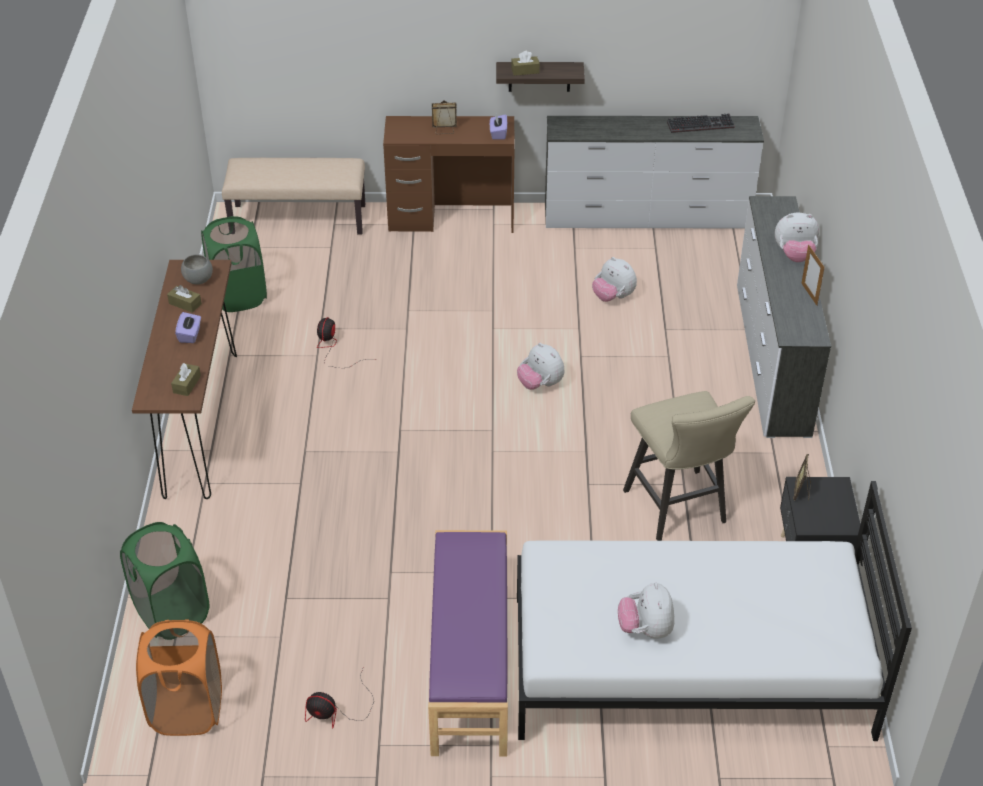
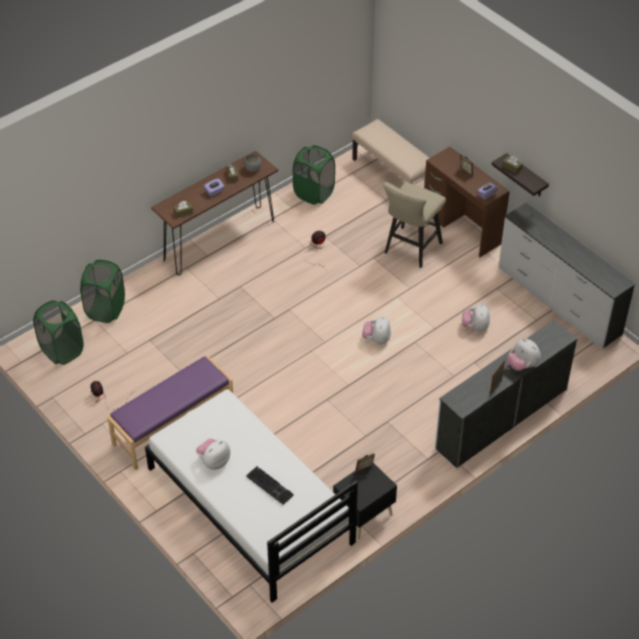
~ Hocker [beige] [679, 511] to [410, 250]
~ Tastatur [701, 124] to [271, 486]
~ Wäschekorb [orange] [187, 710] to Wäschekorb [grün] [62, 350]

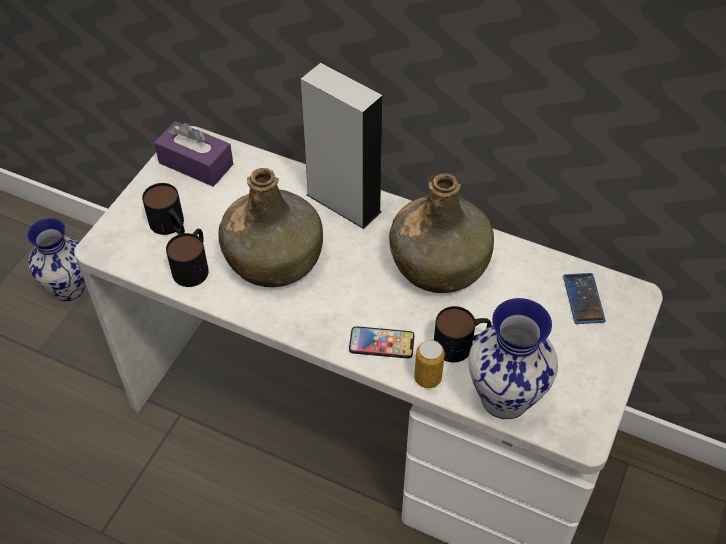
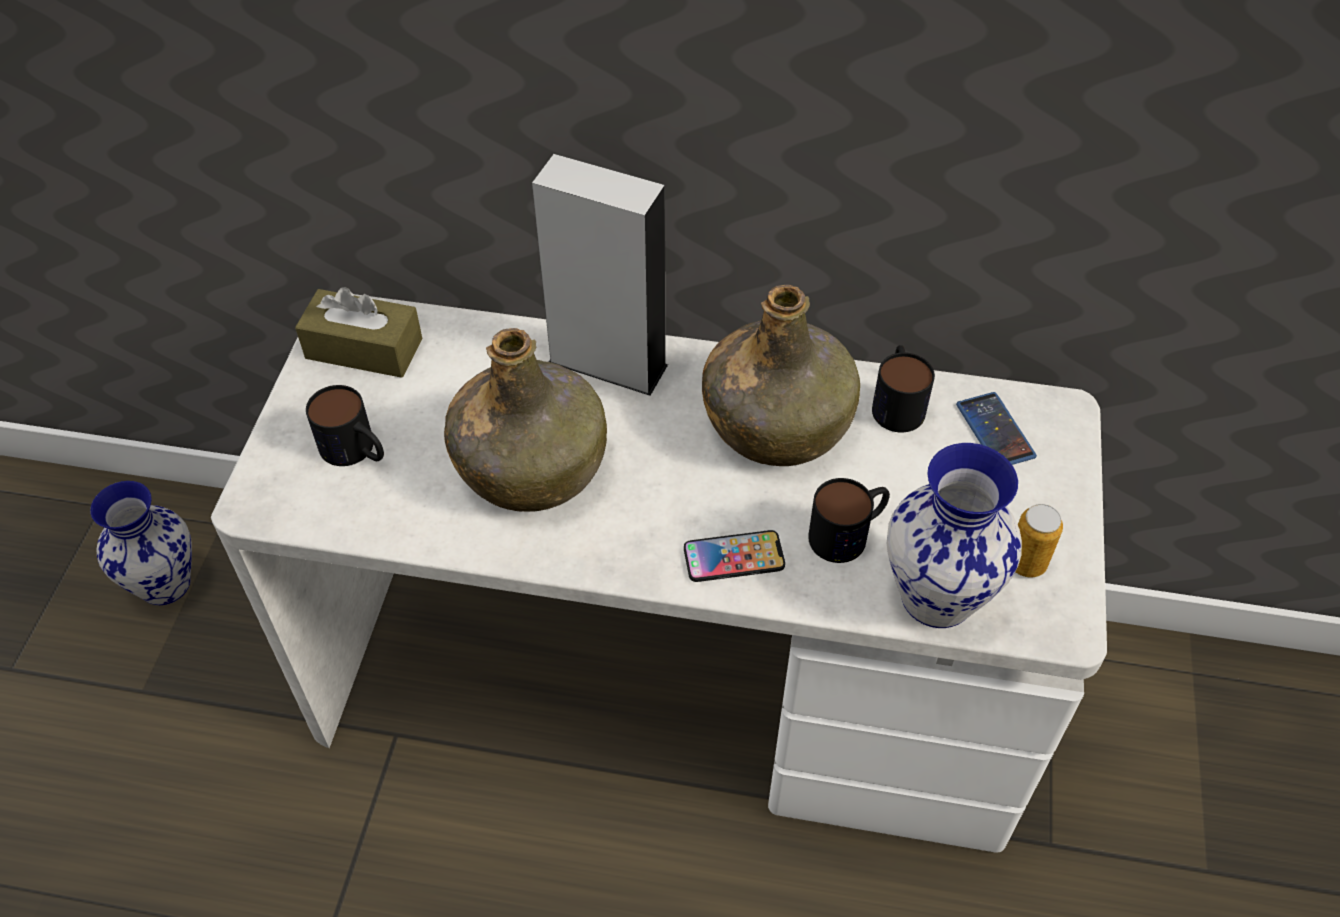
~ Henkelbecher [194, 265] to [897, 401]
~ Dose [427, 378] to [1026, 563]
~ Taschentuchbox [lila] [196, 164] to Taschentuchbox [braun] [364, 348]

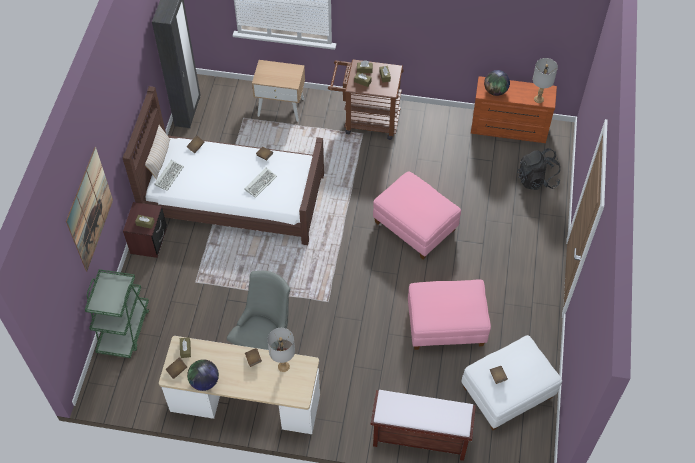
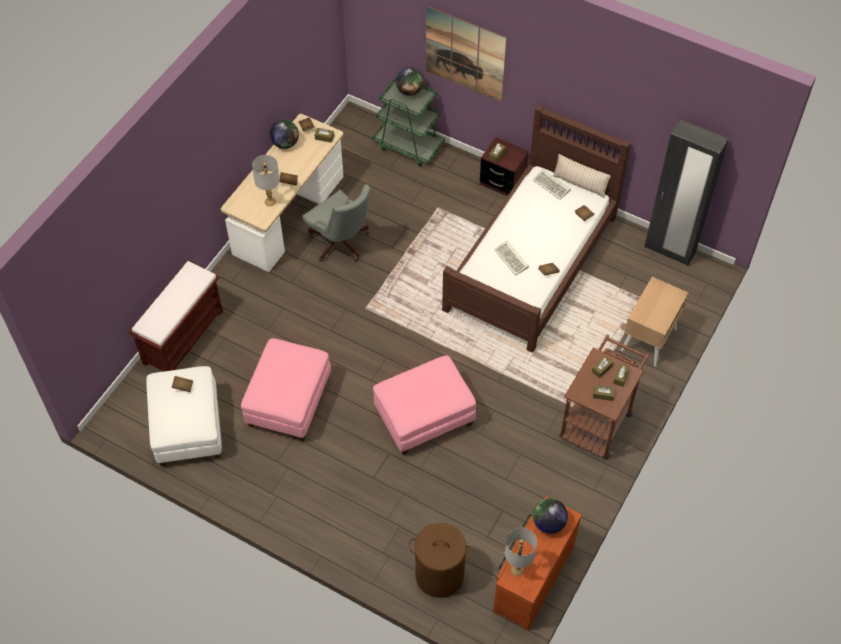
+ Globus [409, 91]
~ Rucksack [schwarz] [537, 179] to Wäschekorb [braun] [439, 575]

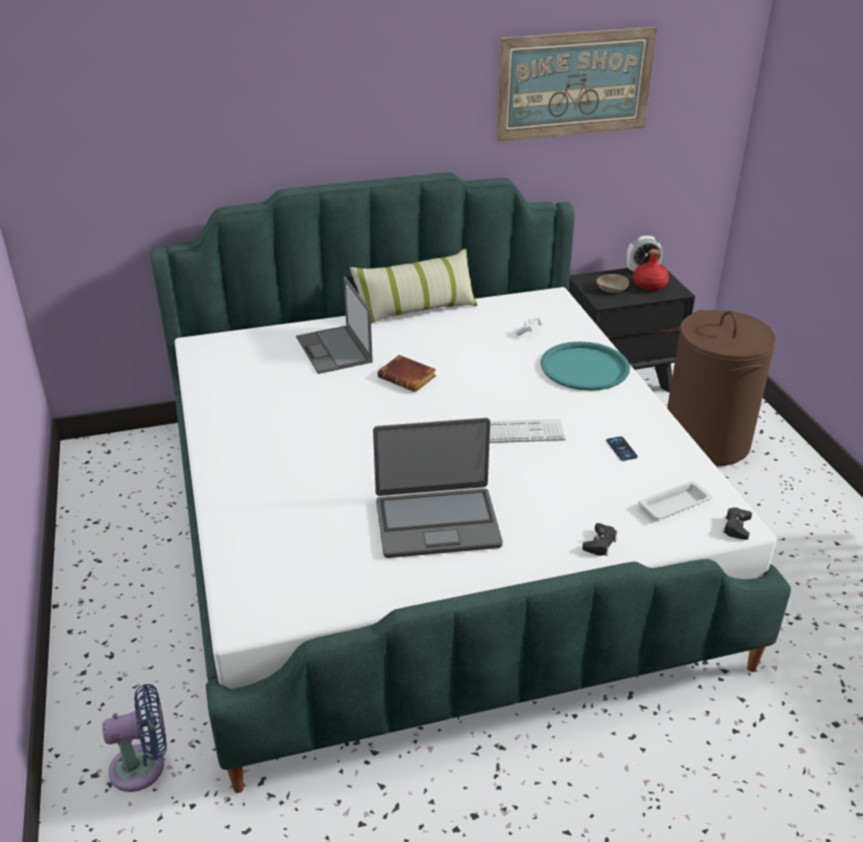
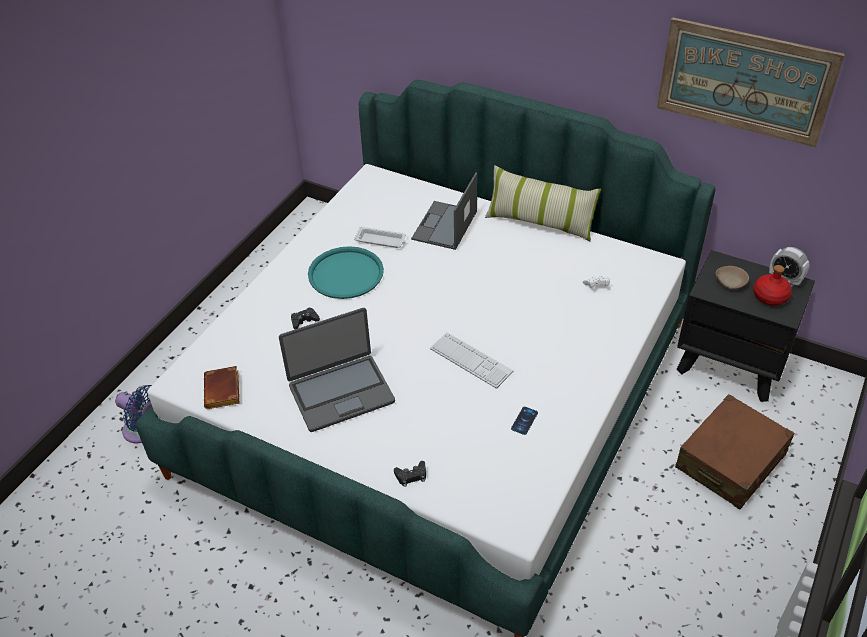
~ Buch [braun] [409, 378] to [224, 391]
~ Tablett [türkis] [584, 367] to [346, 273]
~ Tablett [weiß] [676, 504] to [381, 240]
~ Gamepad [schwarz] [736, 527] to [304, 321]
~ Wäschekorb [braun] [705, 441] to Koffer [braun] [730, 461]
~ Laptop [437, 522] = [341, 392] 60 degrees counterclockwise

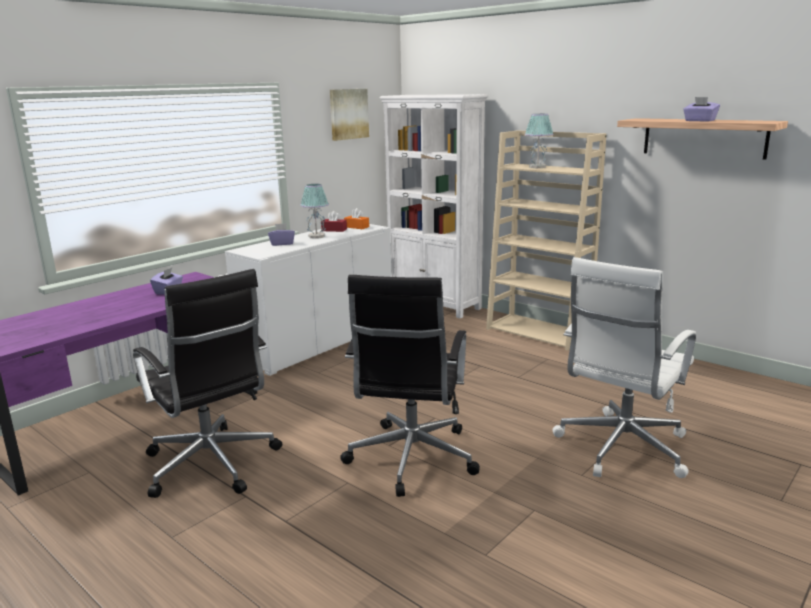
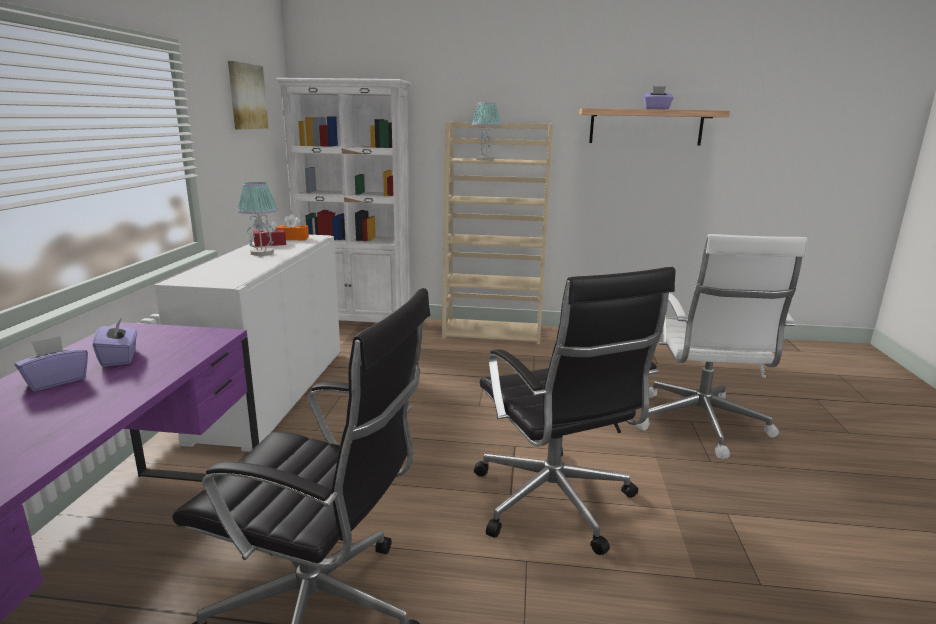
~ Taschentuchbox [lila] [282, 243] to [56, 381]

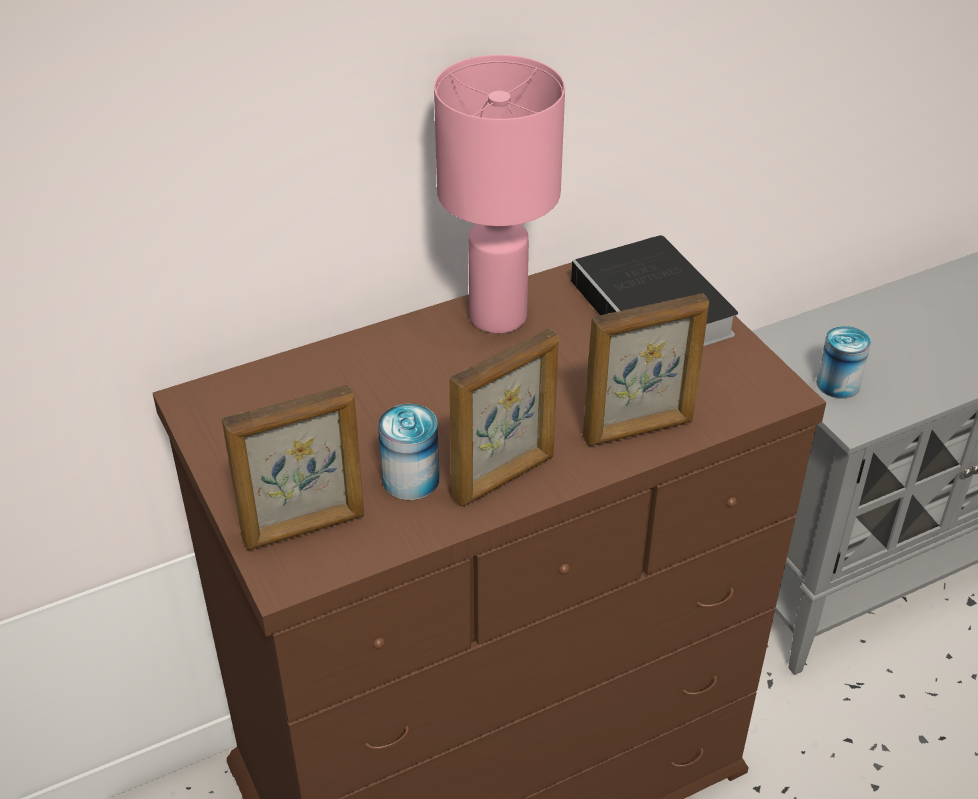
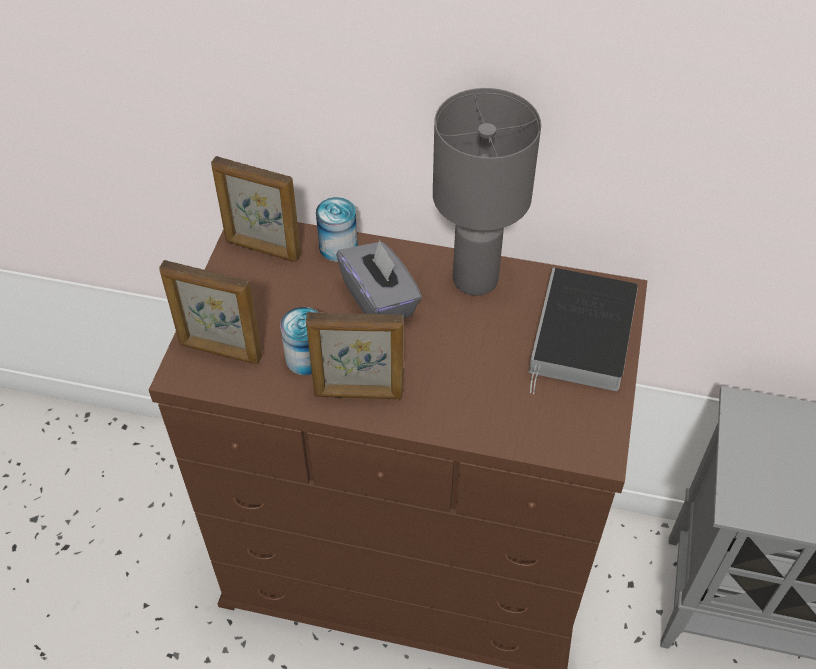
+ Taschentuchbox [grau] [380, 300]
~ Bilderrahmen [639, 430] to [262, 249]
~ Dose [838, 384] to [338, 247]
~ Tischlampe [rosa] [500, 316] to Tischlampe [grau] [476, 279]

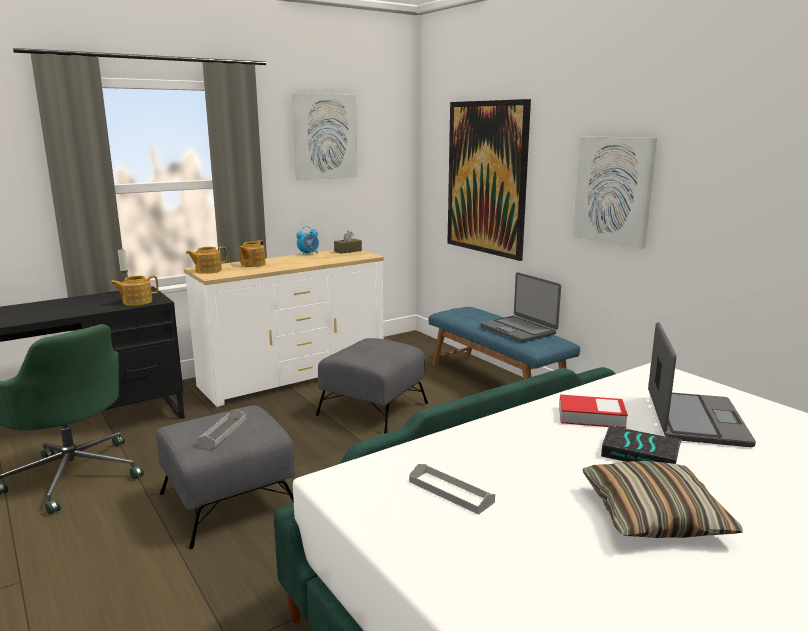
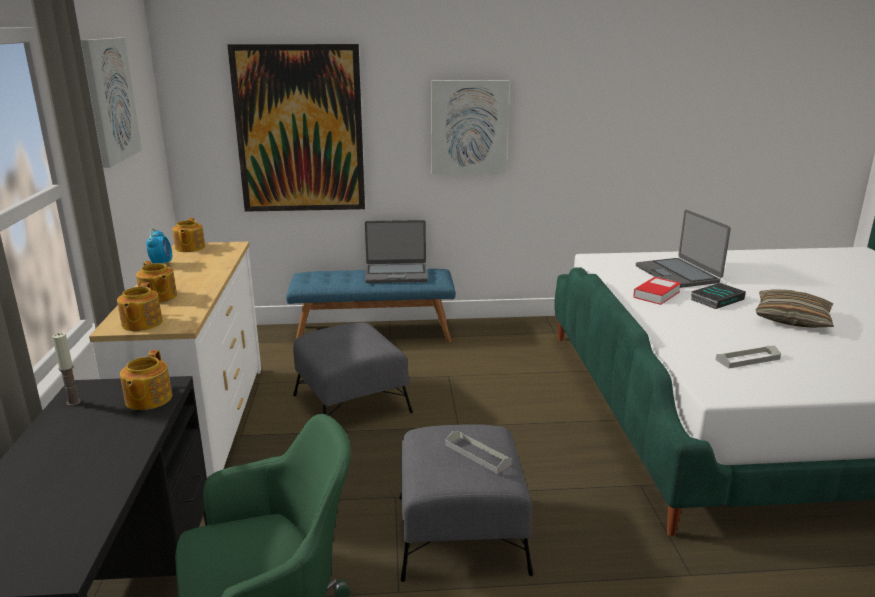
~ Taschentuchbox [braun] [348, 251] to Teekanne [189, 248]
~ Laptop [694, 420] = [678, 274] 150 degrees counterclockwise

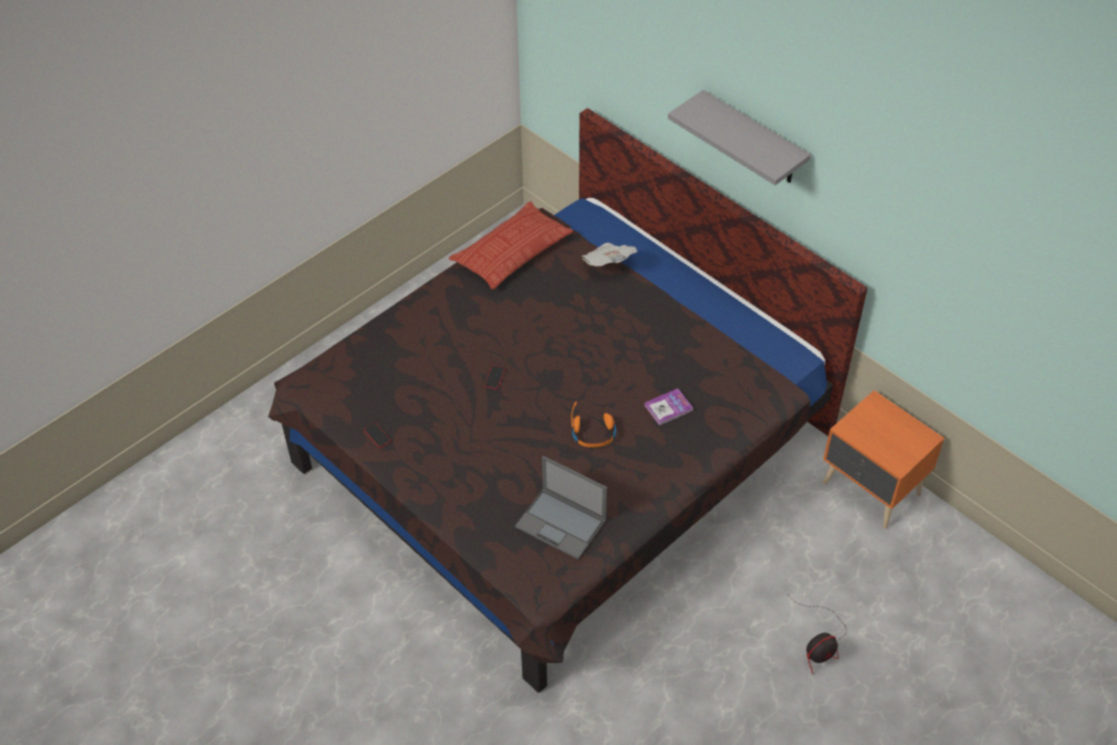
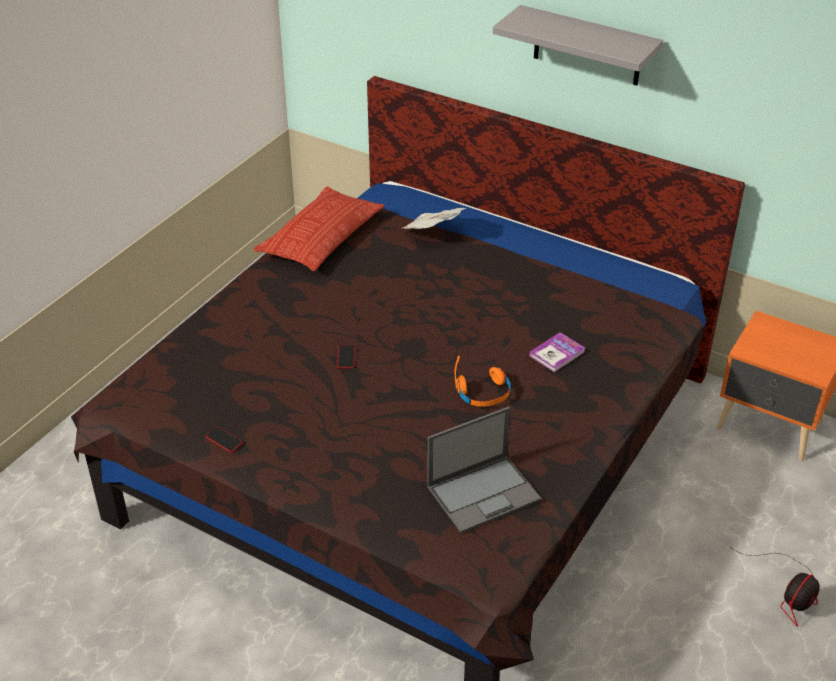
~ Laptop [562, 523] = [484, 493] 45 degrees counterclockwise

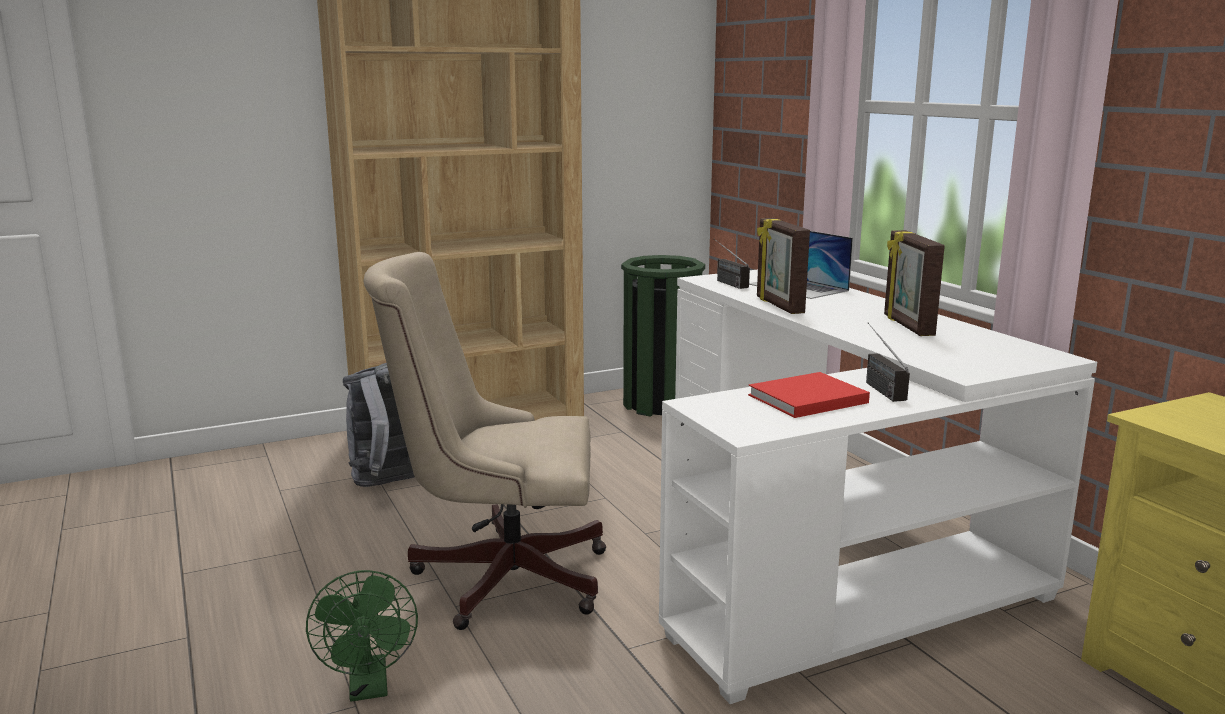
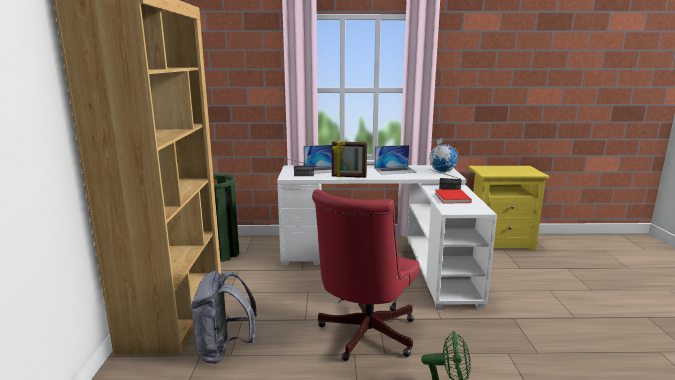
+ Globus [442, 171]
~ Bilderrahmen [907, 326] to Laptop [395, 170]
~ Bürostuhl [beige] [498, 576] to Bürostuhl [rot] [364, 336]

